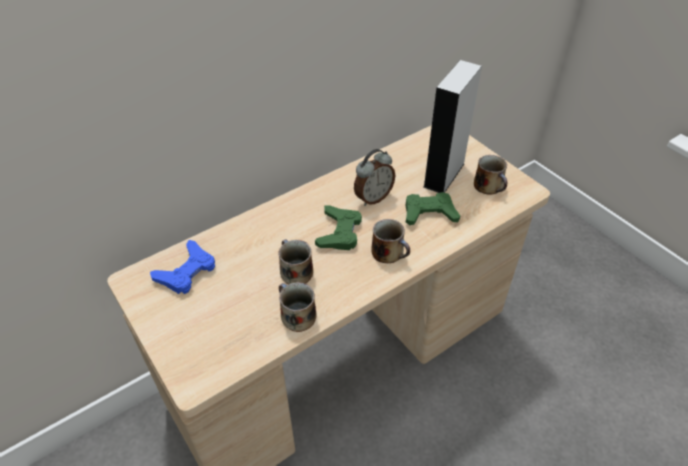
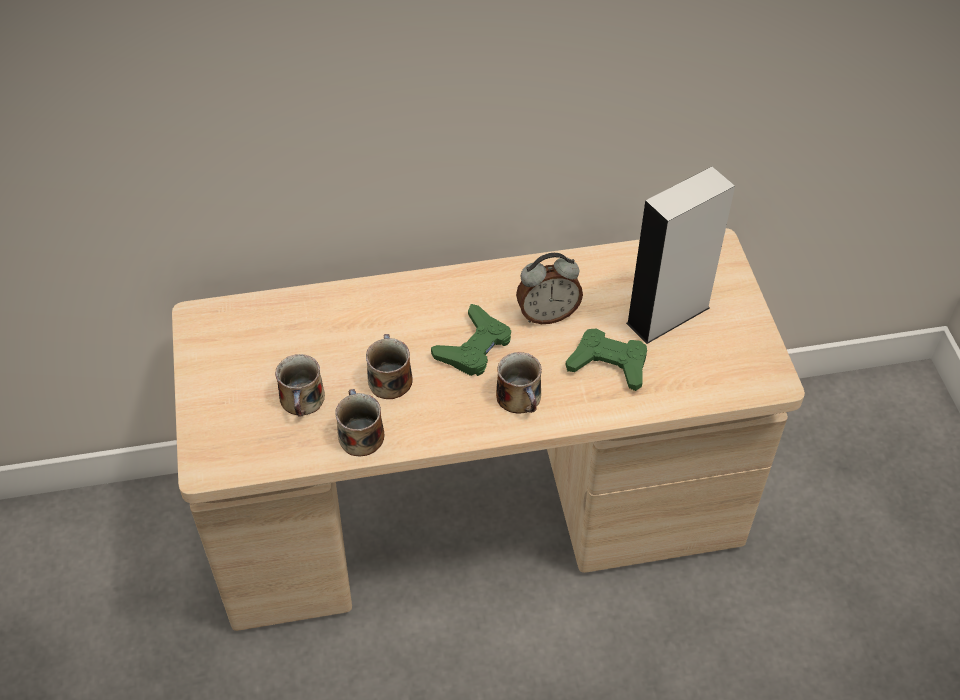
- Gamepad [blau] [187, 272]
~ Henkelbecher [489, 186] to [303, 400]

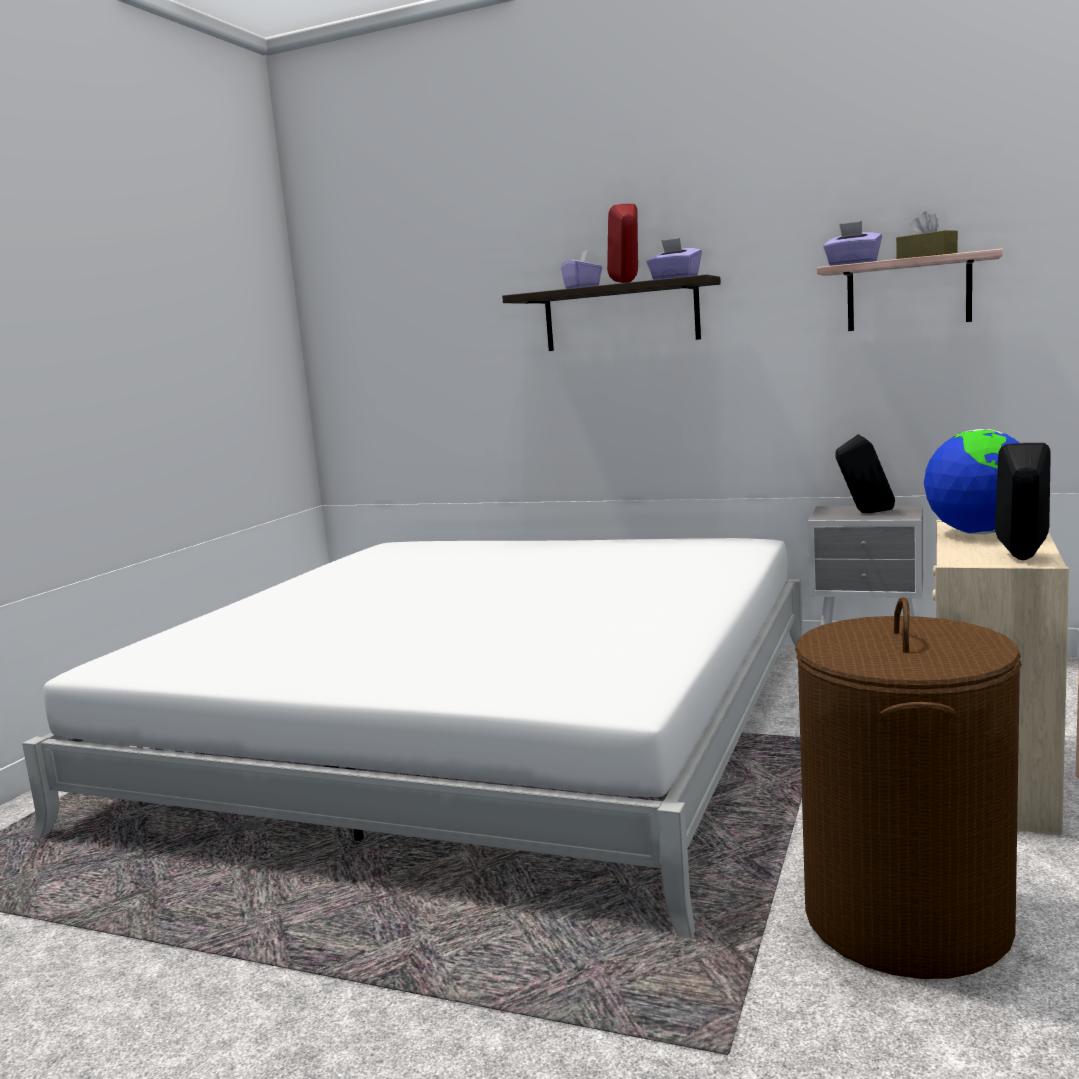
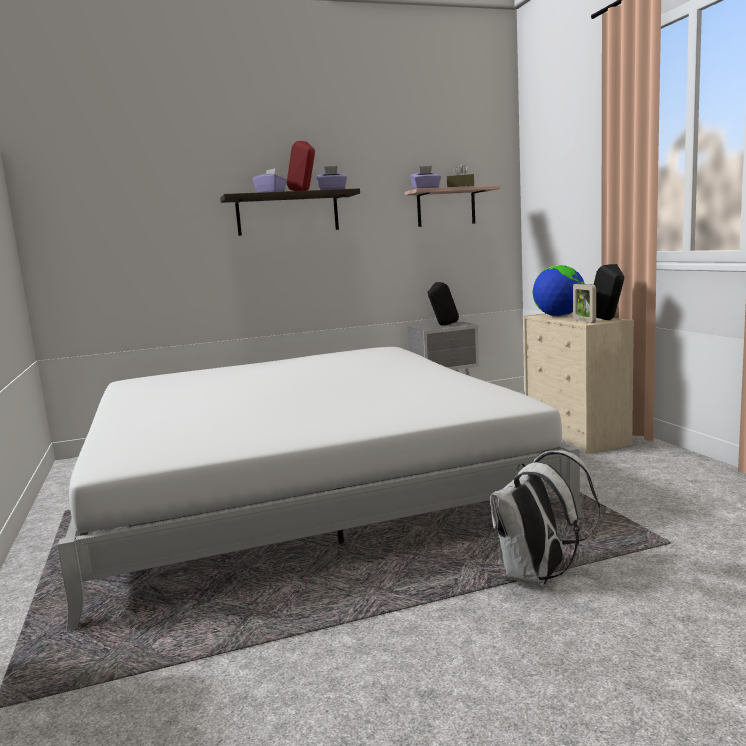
- Wäschekorb [braun] [905, 919]
+ Rucksack [weiß] [538, 577]
+ Bilderrahmen [584, 321]

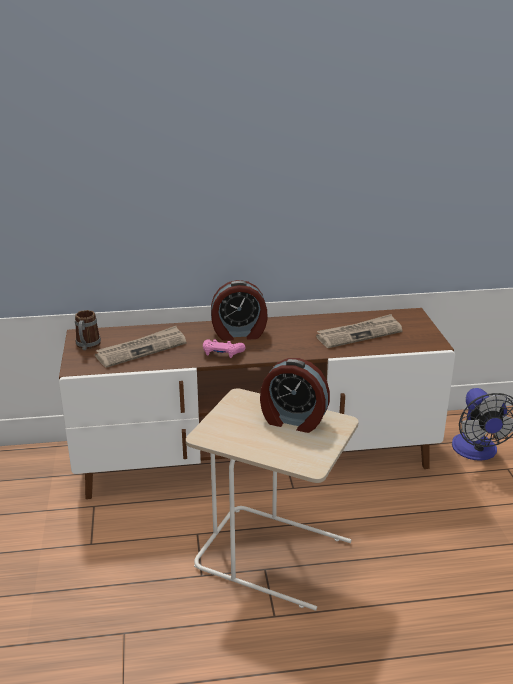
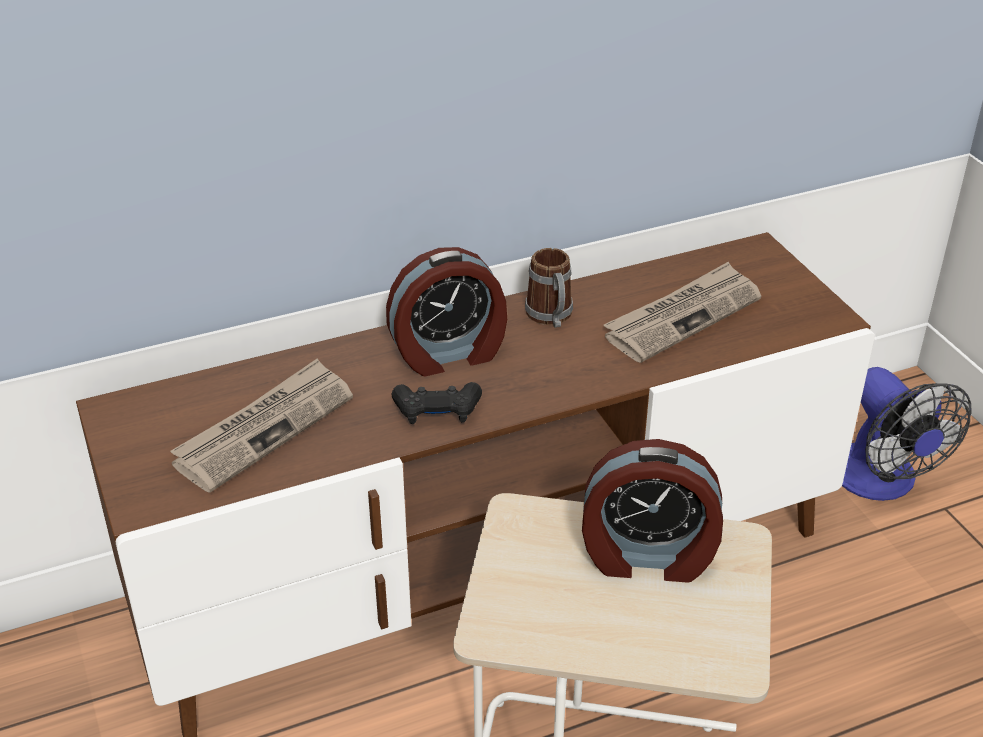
~ Henkelbecher [87, 346] to [551, 317]
~ Gamepad [rosa] [222, 353] to Gamepad [schwarz] [437, 412]

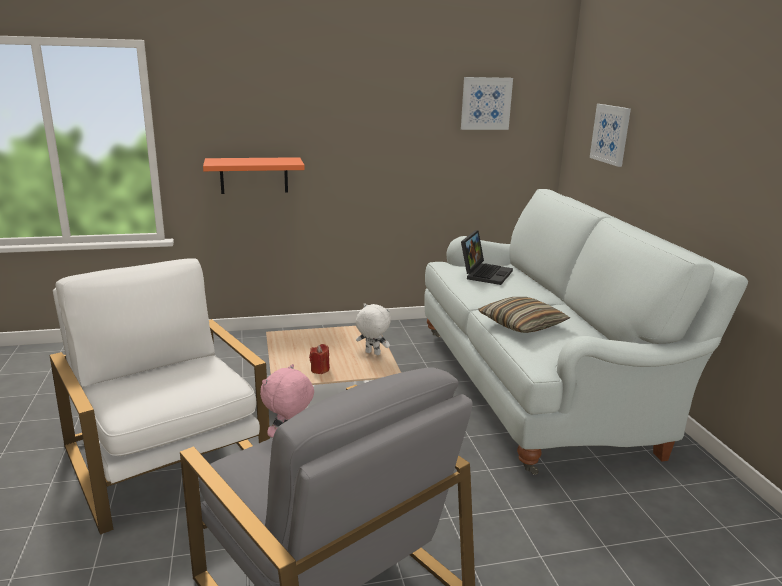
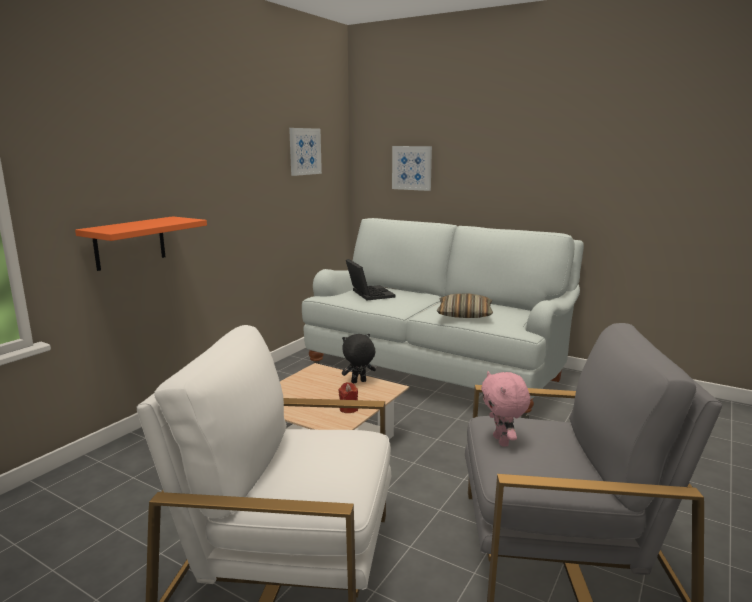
~ Plüschtier [weiß] [372, 353] to Plüschtier [schwarz] [358, 382]

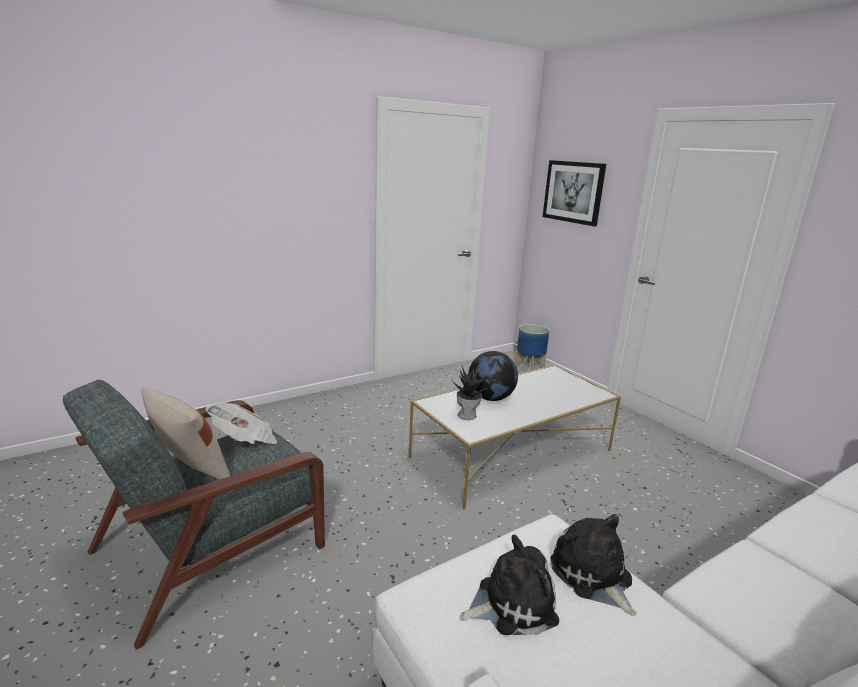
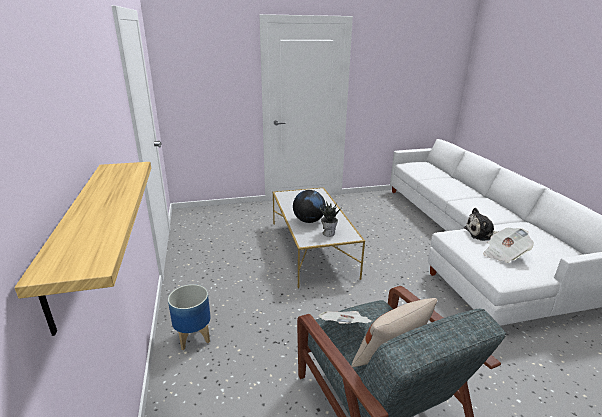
- Bild [573, 192]
+ Wandregal [77, 236]
~ Pflanzkübel [529, 367] to [193, 336]
~ Plüschtier [511, 603] to Zeitung [504, 254]

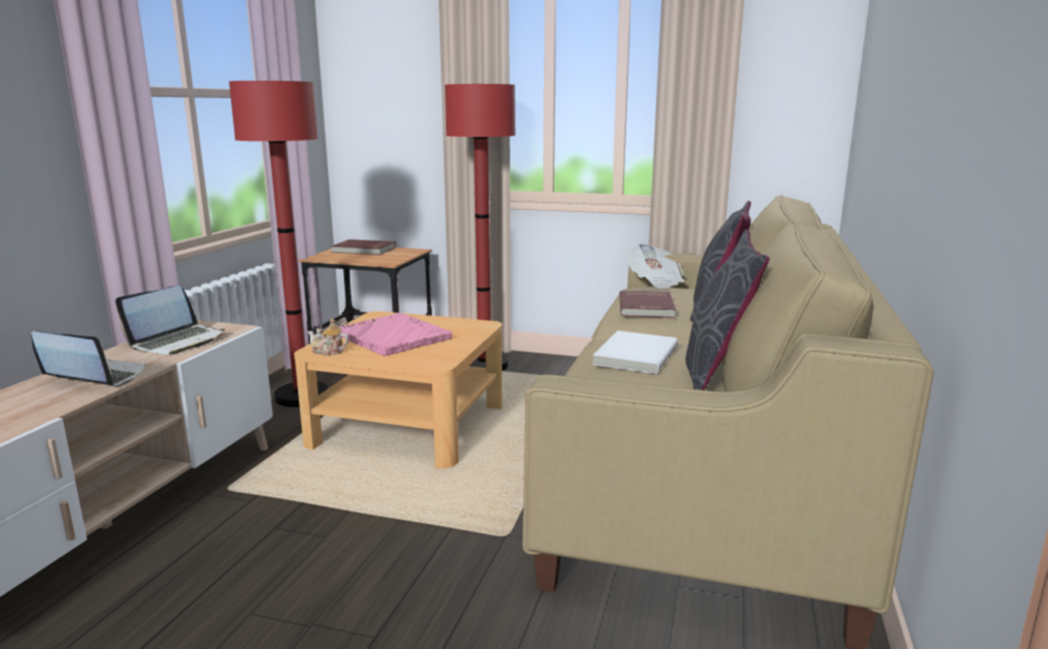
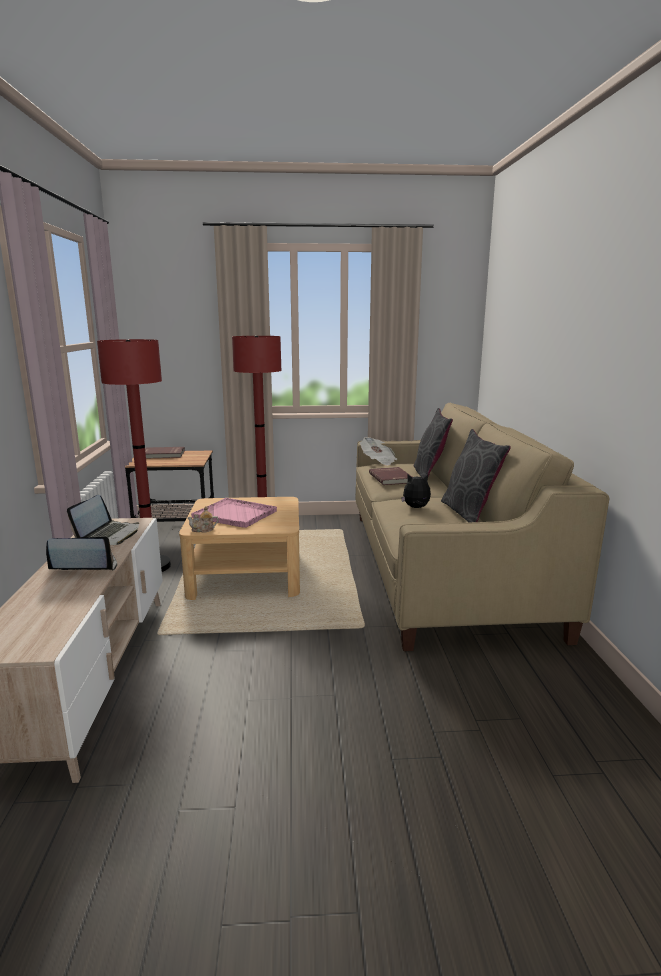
~ Buch [weiß] [634, 355] to Plüschtier [416, 508]

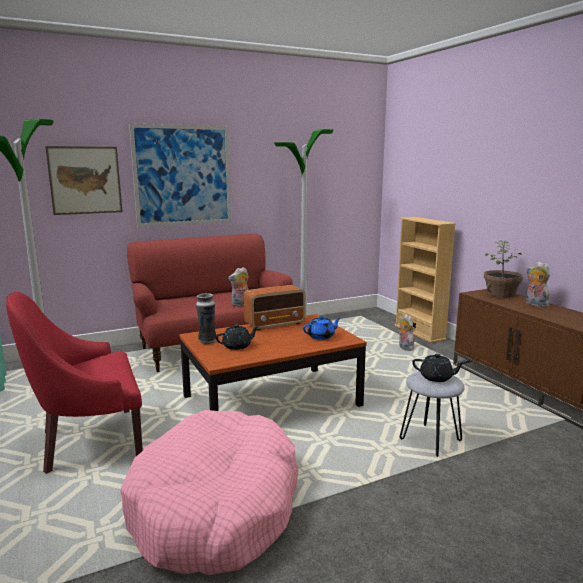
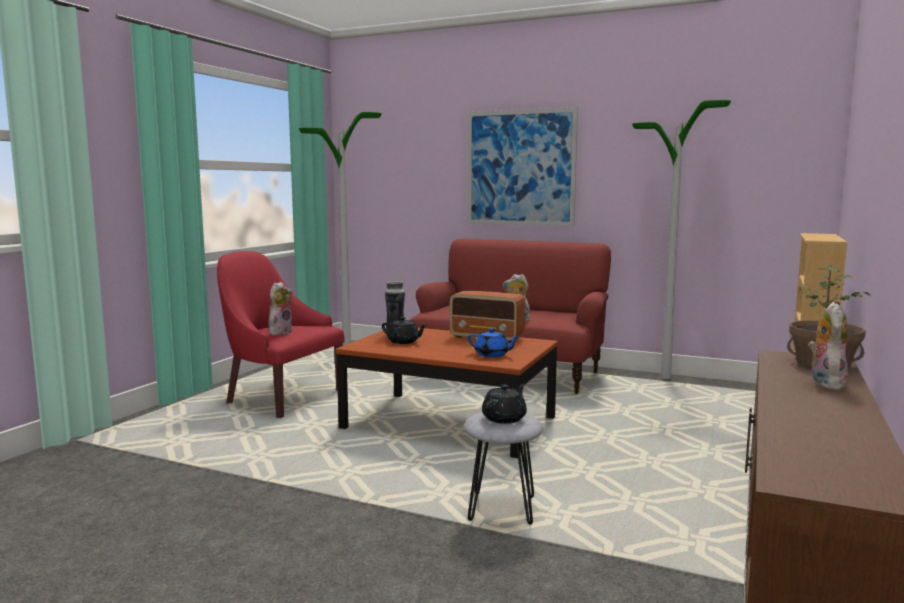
- Bild [85, 180]
- Hundebett [rosa] [216, 507]
~ Plüschtier [404, 348] to [280, 332]
~ Teekanne [schwarz] [436, 378] = [505, 418] 120 degrees counterclockwise

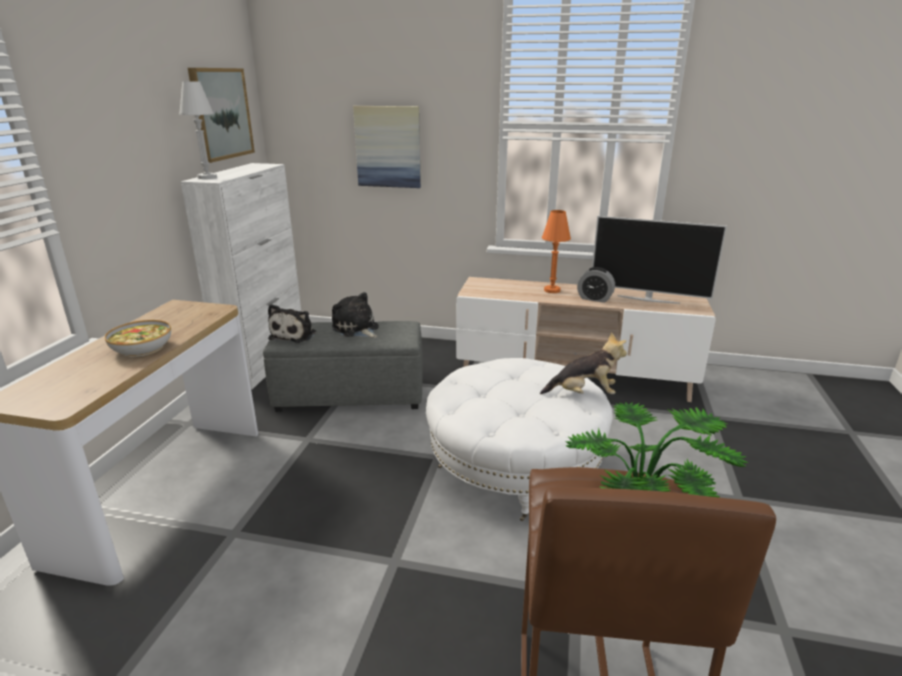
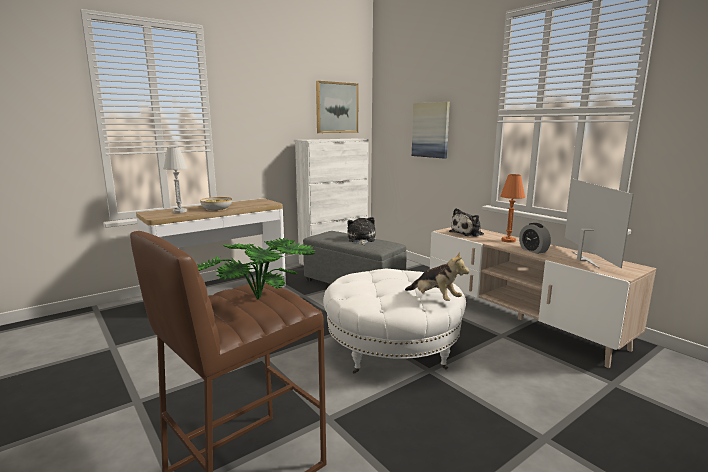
~ Tischlampe [weiß] [207, 177] to [180, 211]
~ Plüschtier [295, 335] to [468, 233]
~ Fernseher [648, 299] = [583, 260] 150 degrees counterclockwise

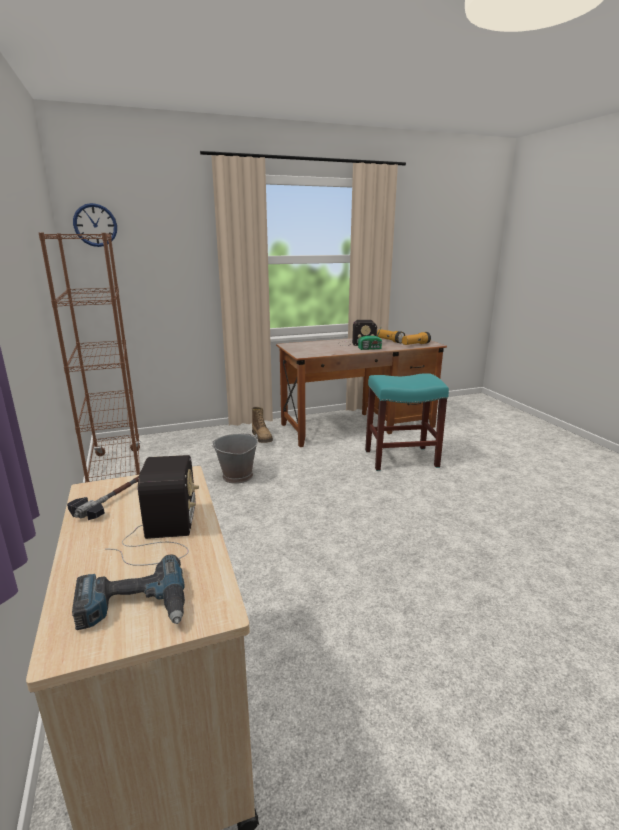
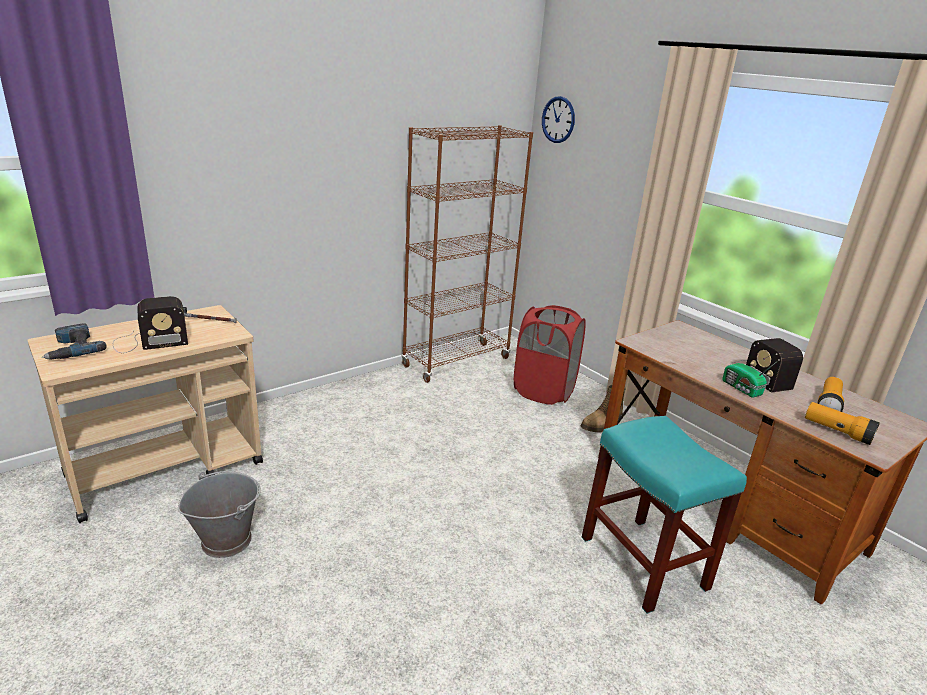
+ Wäschekorb [rot] [544, 391]
~ Eimer [grau] [237, 476] to [226, 540]

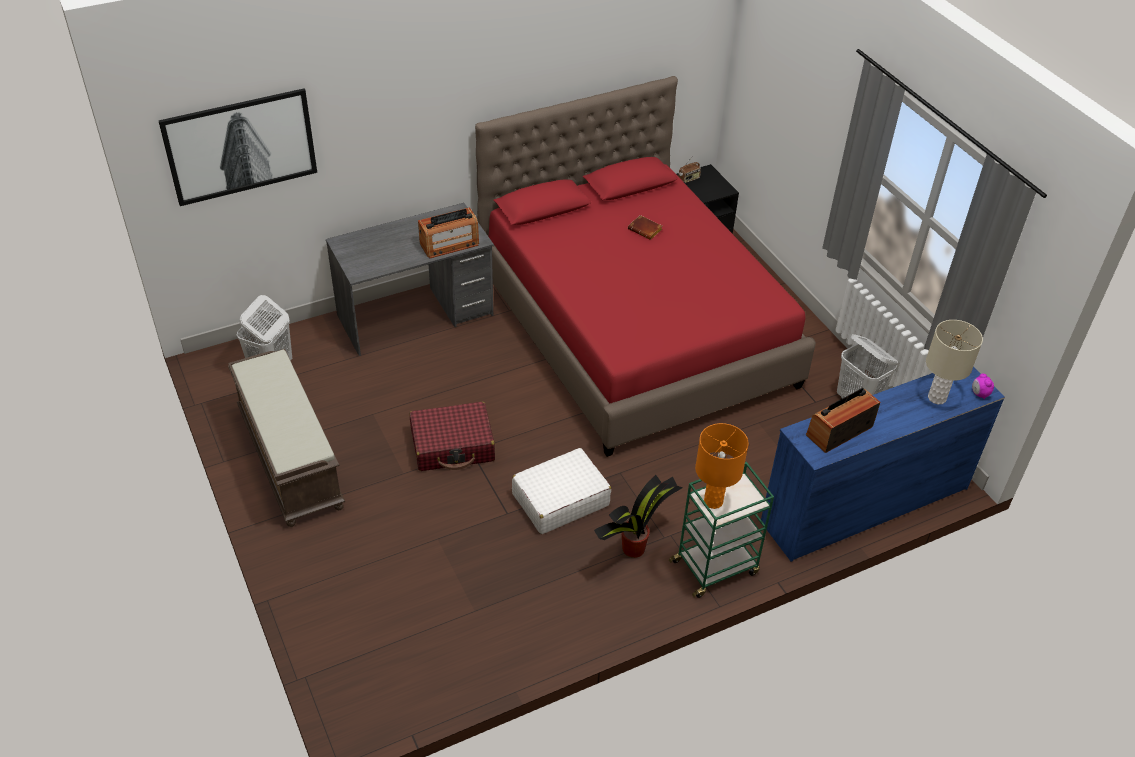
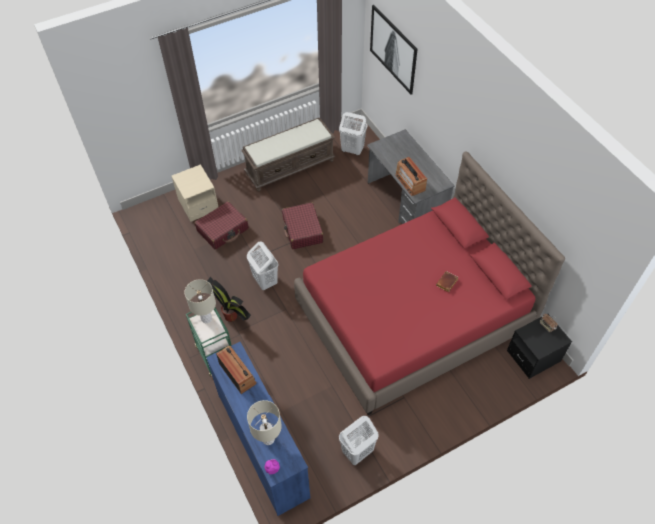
+ Nachttisch [beige] [198, 205]
+ Koffer [rot] [223, 230]
~ Koffer [weiß] [560, 499] to Wäschekorb [weiß] [265, 281]
~ Tischlampe [orange] [713, 501] to Tischlampe [beige] [206, 318]

